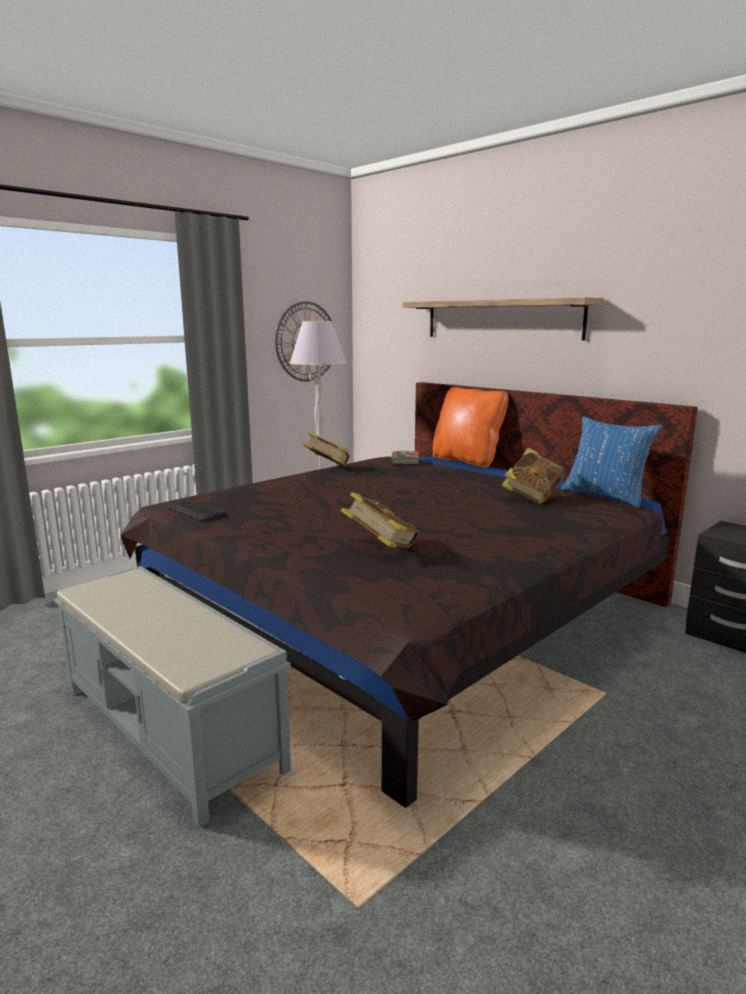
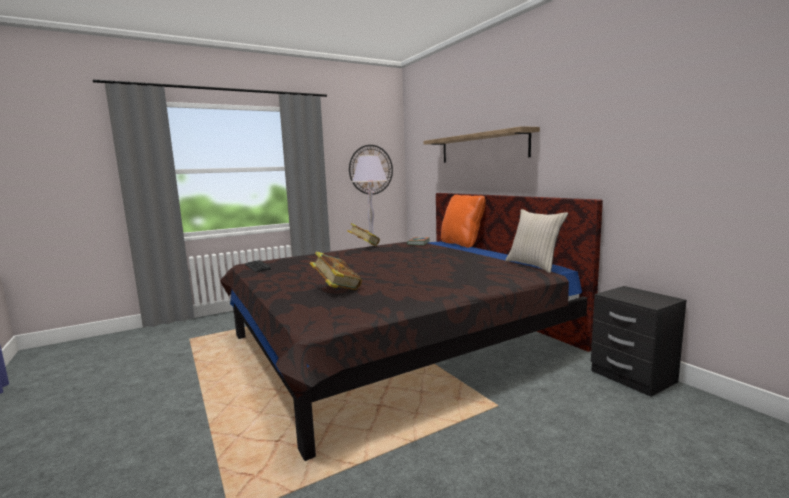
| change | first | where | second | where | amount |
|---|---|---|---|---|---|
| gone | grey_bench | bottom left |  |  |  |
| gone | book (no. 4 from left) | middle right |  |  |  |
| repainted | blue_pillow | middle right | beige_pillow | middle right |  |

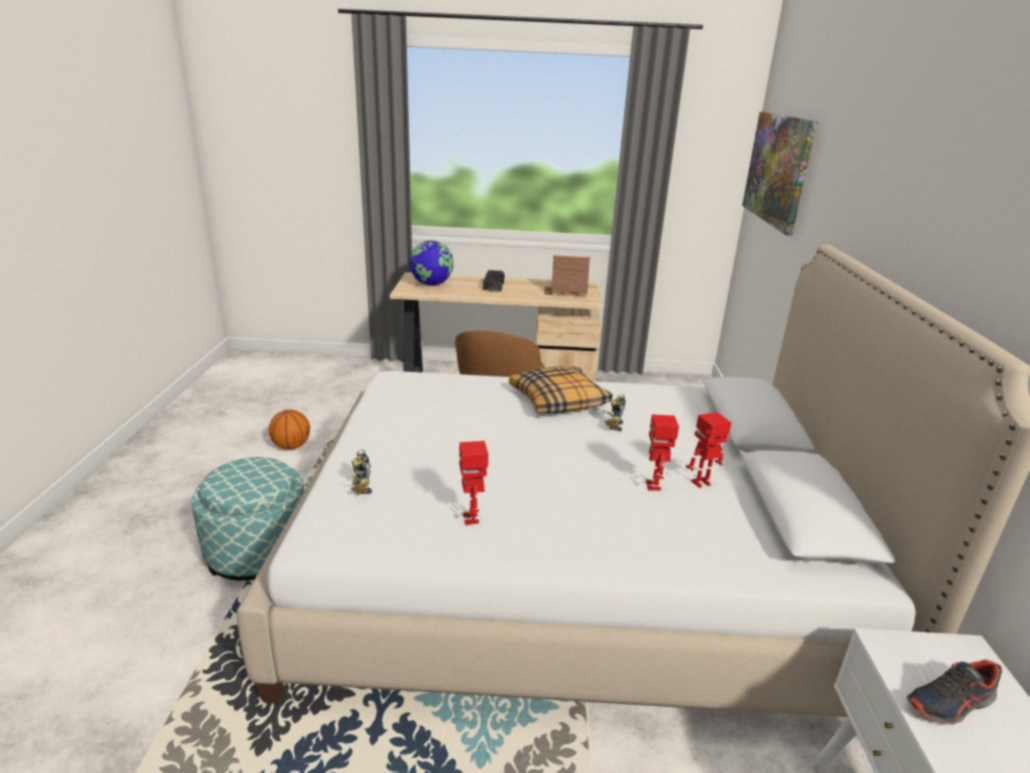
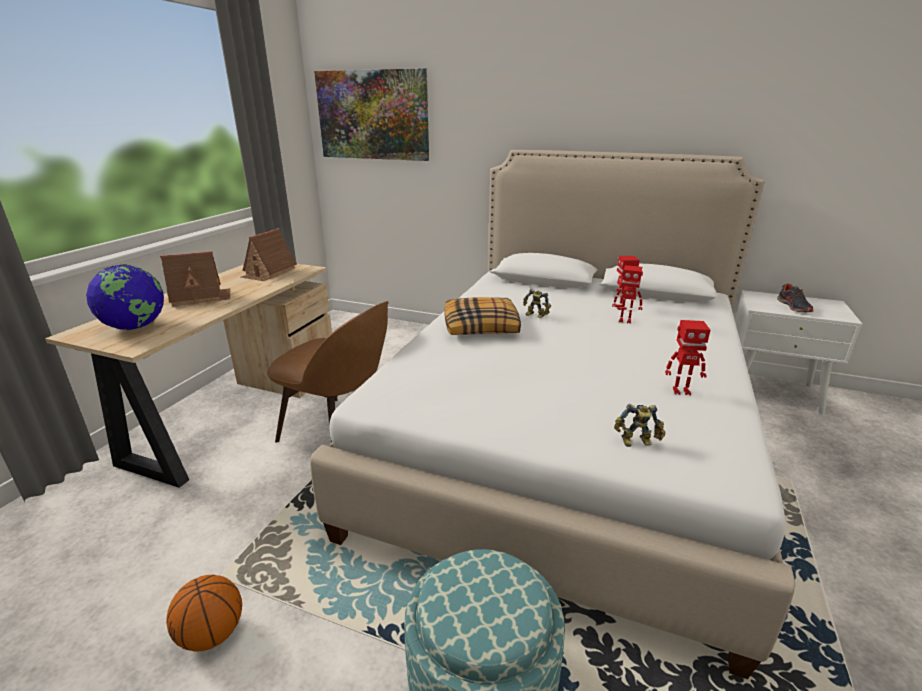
| change | first | where | second | where | amount |
|---|---|---|---|---|---|
| swapped | black_toy_car | centre | toy_house (no. 1 from left) | middle left |  |

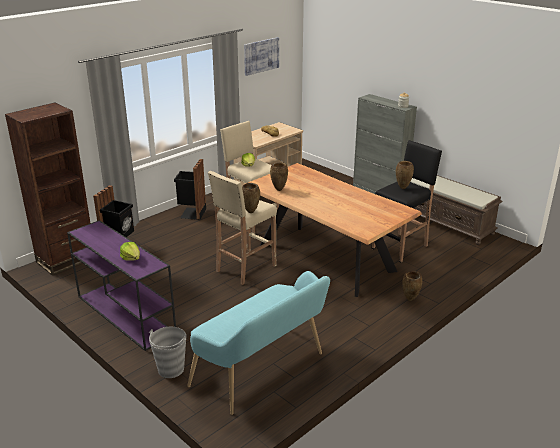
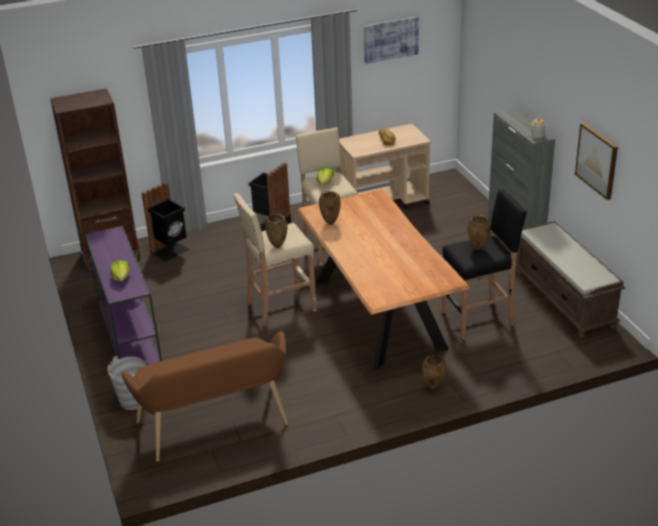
| change | first | where | second | where | amount |
|---|---|---|---|---|---|
| new |  |  | picture (no. 2 from left) | top right |  |
| repainted | turquoise_bench | bottom centre | brown_bench (no. 1 from left) | bottom left |  |

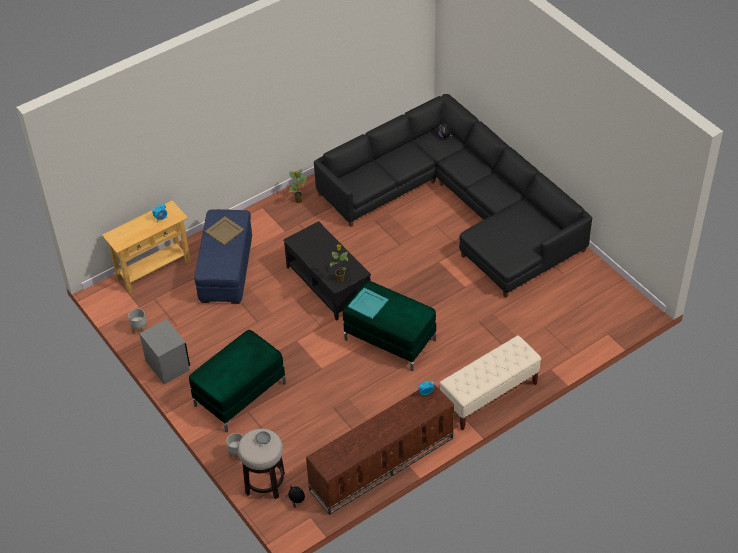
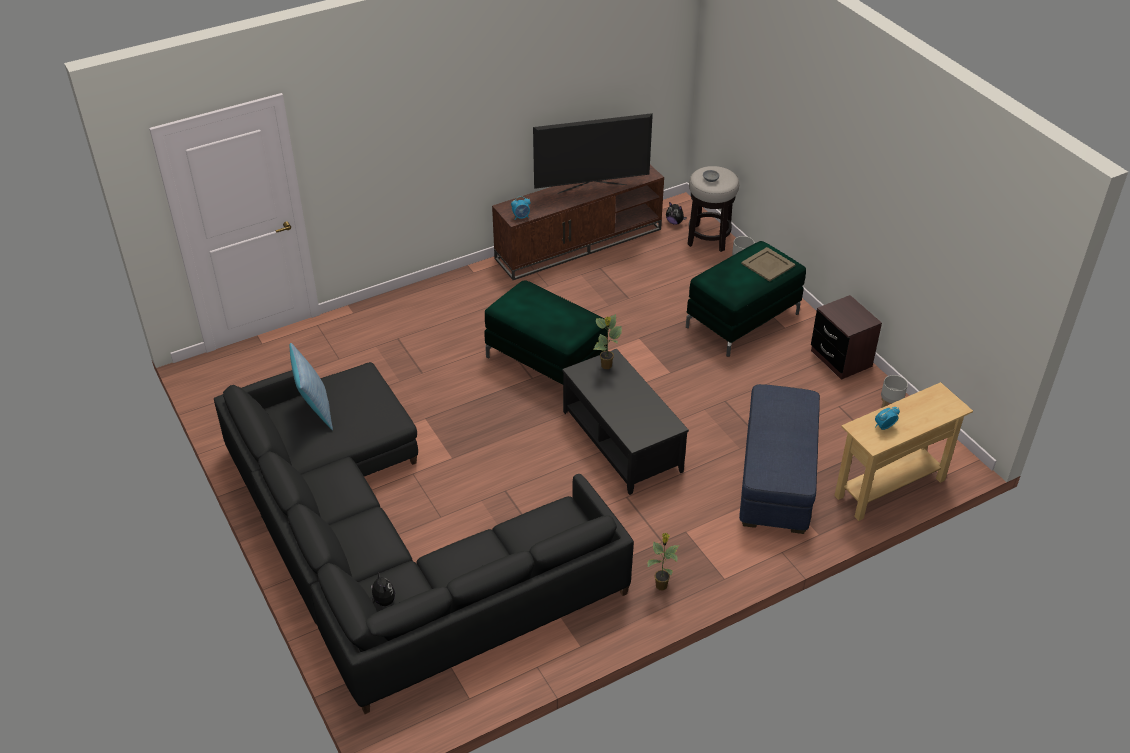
| change | first | where | second | where | amount |
|---|---|---|---|---|---|
| gone | turquoise_tray | centre |  |  |  |
| gone | beige_bench | bottom centre |  |  |  |
| new |  |  | pillow | middle left |  |
| new |  |  | television | top centre |  |
| shifted | beige_tray | middle left |  | middle right |  |
| repainted | grey_nightstand | middle left | brown_nightstand | middle right |  |

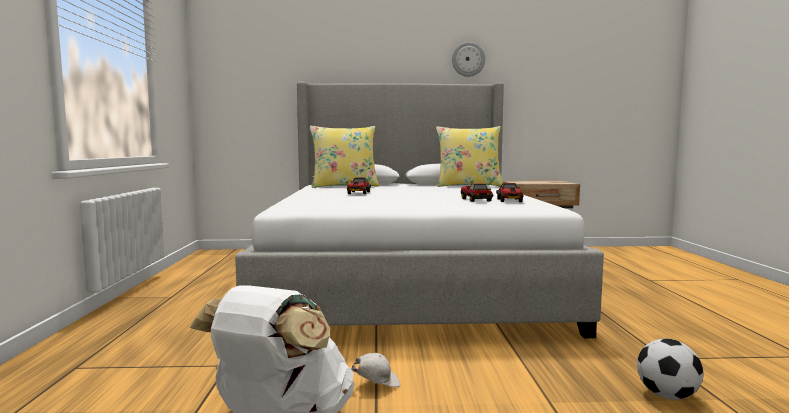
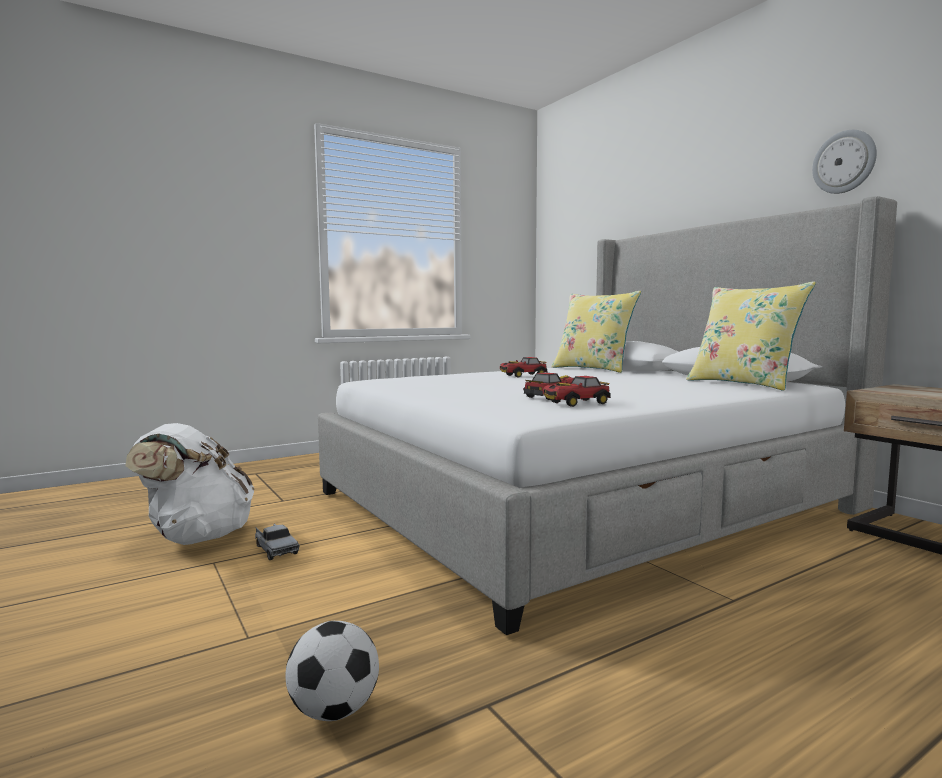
| change | first | where | second | where | amount |
|---|---|---|---|---|---|
| swapped | white_cap | bottom centre | toy_truck | bottom left |  |

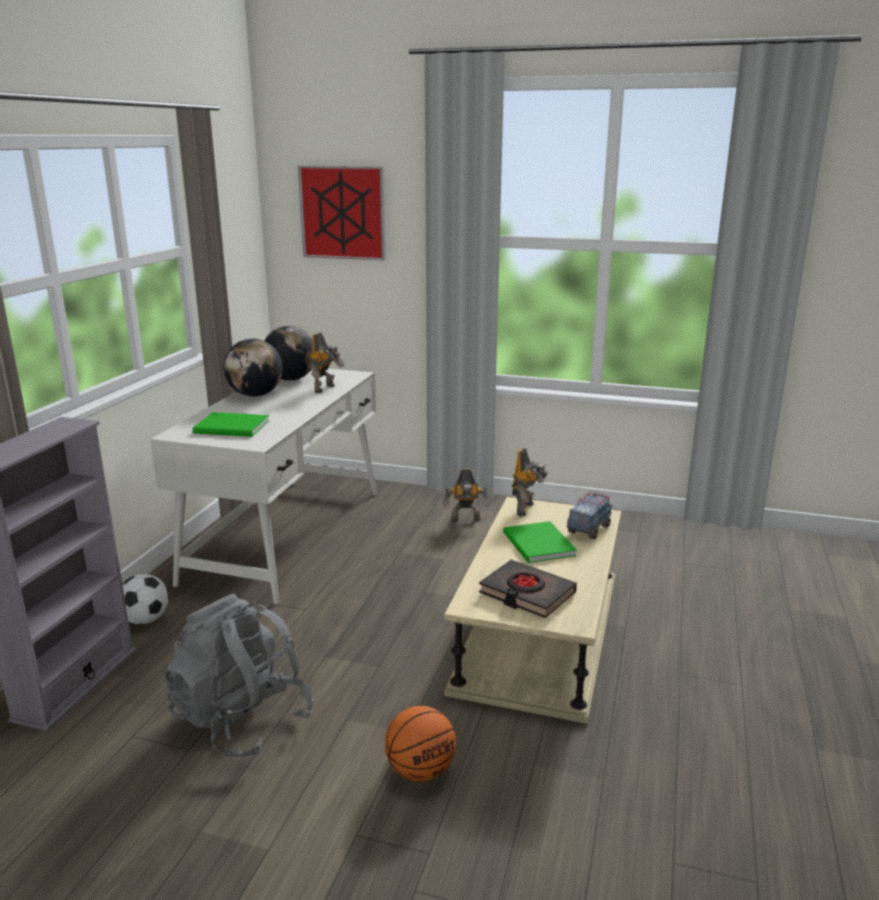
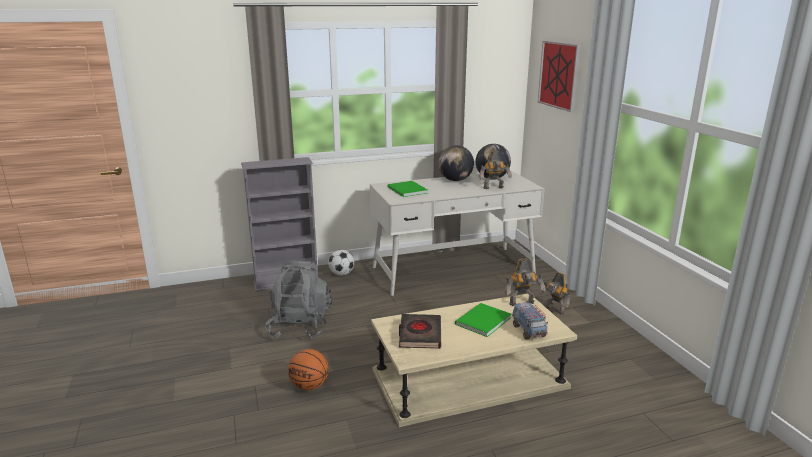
| change | first | where | second | where | amount |
|---|---|---|---|---|---|
| rotated | toy_truck | middle right |  | bottom centre | 75 degrees clockwise |

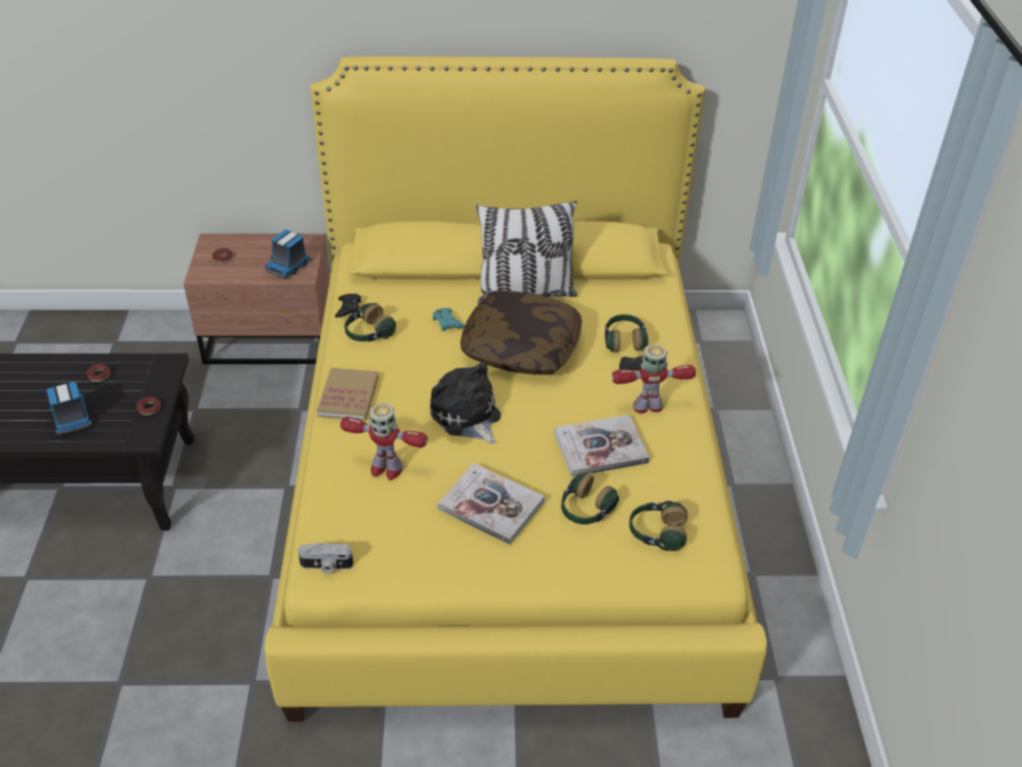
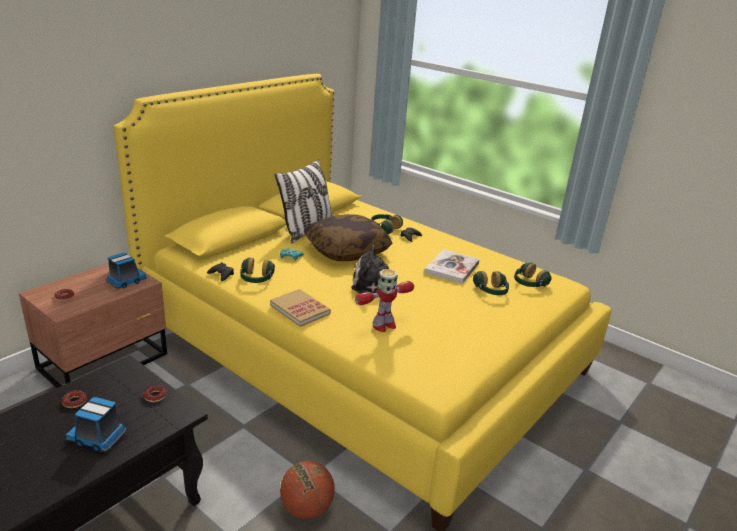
| change | first | where | second | where | amount |
|---|---|---|---|---|---|
| gone | photo_camera | bottom left |  |  |  |
| gone | book (no. 2 from left) | centre |  |  |  |
| gone | toy_robot (no. 2 from left) | centre |  |  |  |
| new |  |  | basketball | bottom centre |  |
| rotated | toy_truck (no. 2 from left) | top left |  | middle left | 120 degrees counterclockwise |

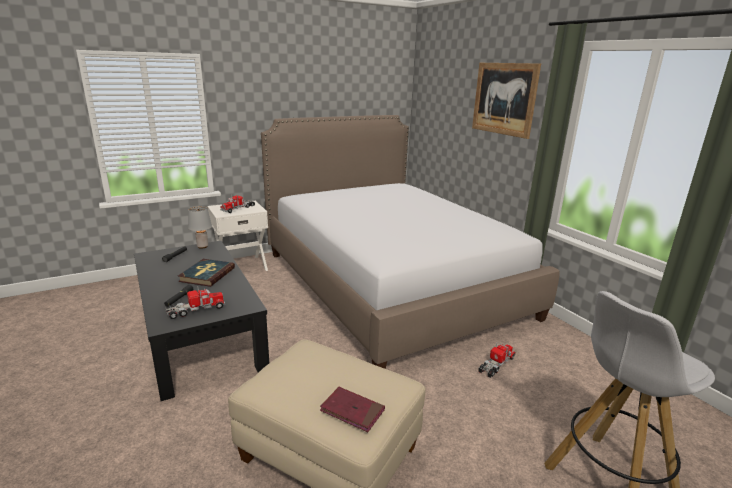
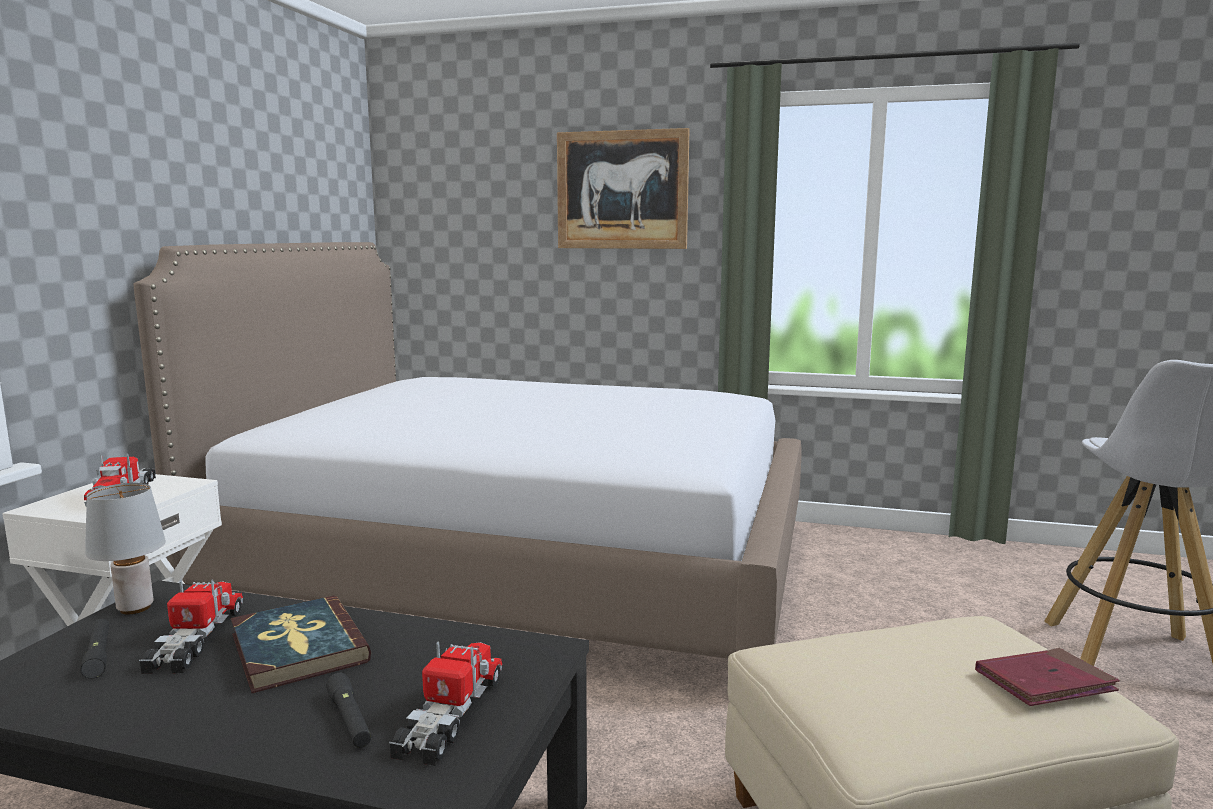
| change | first | where | second | where | amount |
|---|---|---|---|---|---|
| shifted | toy_truck (no. 3 from left in the first image) | bottom right | toy_truck (no. 2 from left) | bottom left |  |

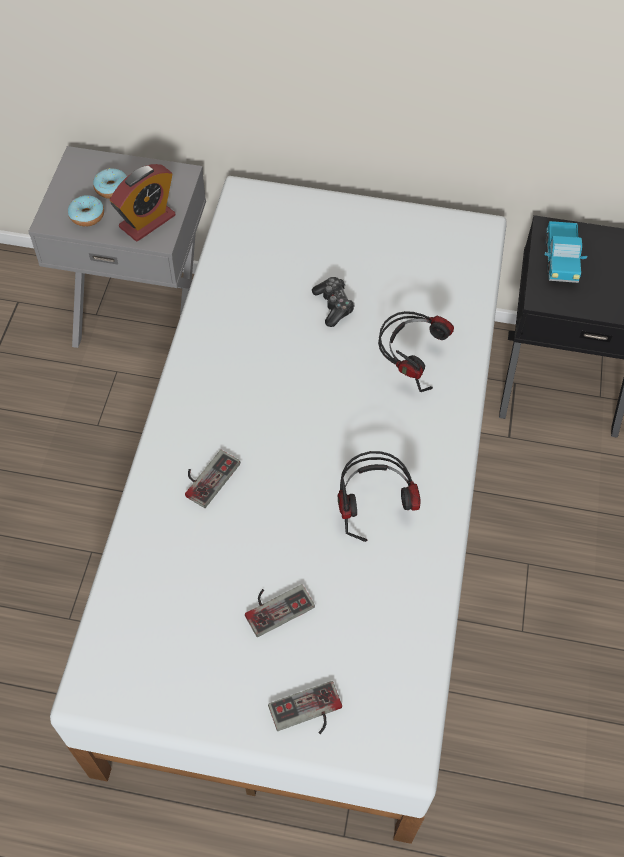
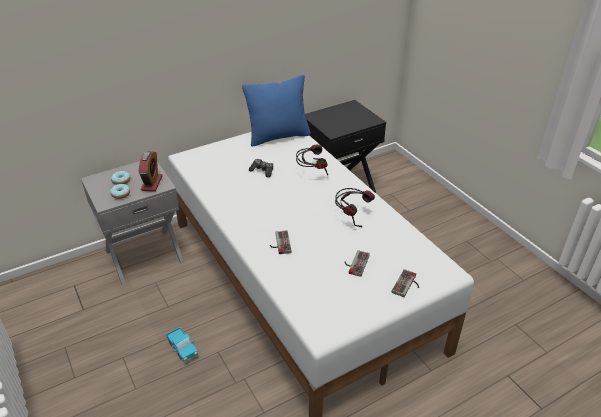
| change | first | where | second | where | amount |
|---|---|---|---|---|---|
| new |  |  | blue_pillow | top centre |  |
| shifted | toy_truck | top right |  | bottom left |  |

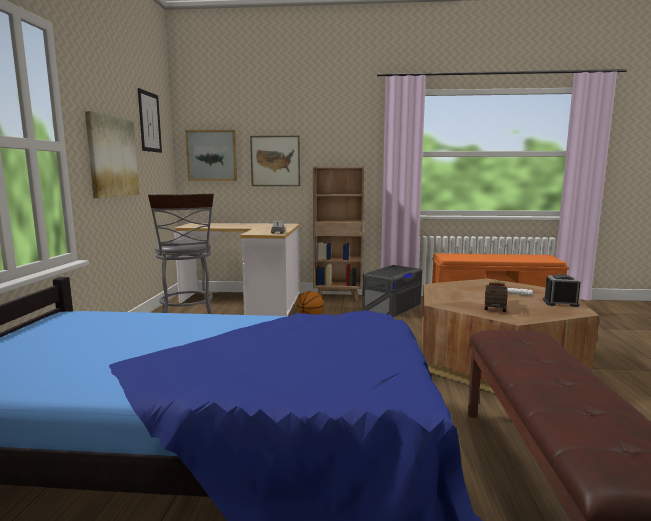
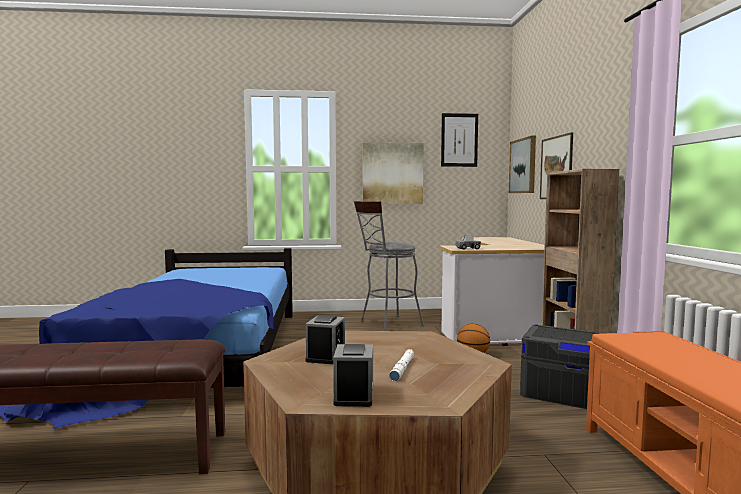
| change | first | where | second | where | amount |
|---|---|---|---|---|---|
| swapped | toy_truck (no. 2 from left) | middle right | alarm_clock (no. 1 from left) | bottom centre |  |

